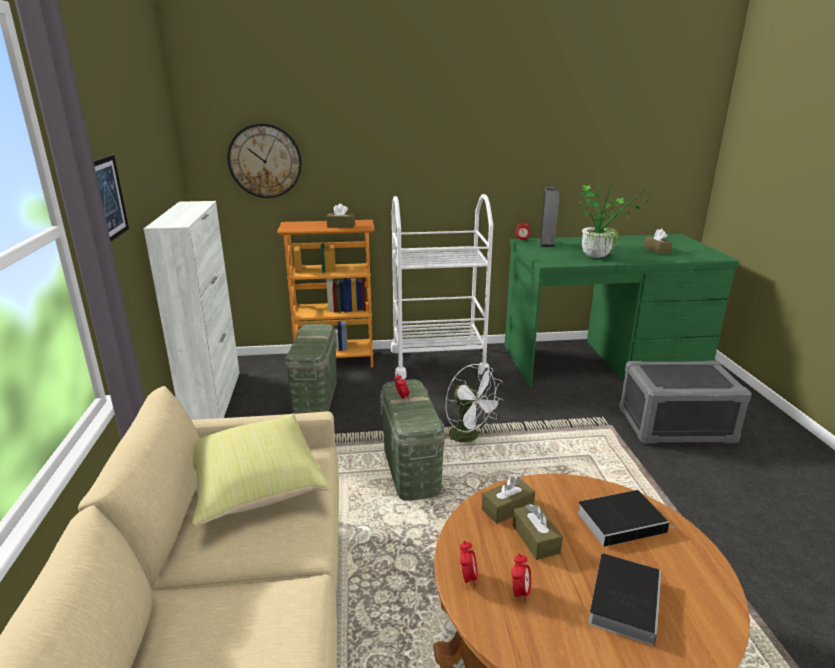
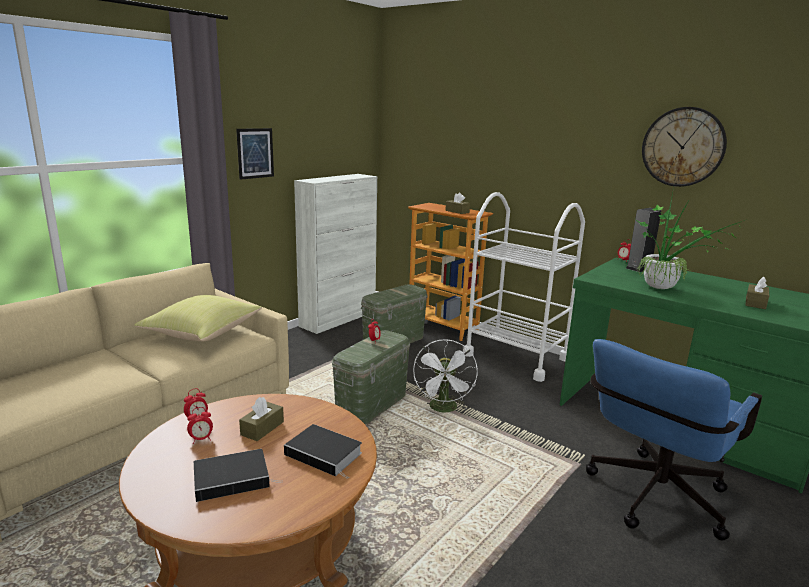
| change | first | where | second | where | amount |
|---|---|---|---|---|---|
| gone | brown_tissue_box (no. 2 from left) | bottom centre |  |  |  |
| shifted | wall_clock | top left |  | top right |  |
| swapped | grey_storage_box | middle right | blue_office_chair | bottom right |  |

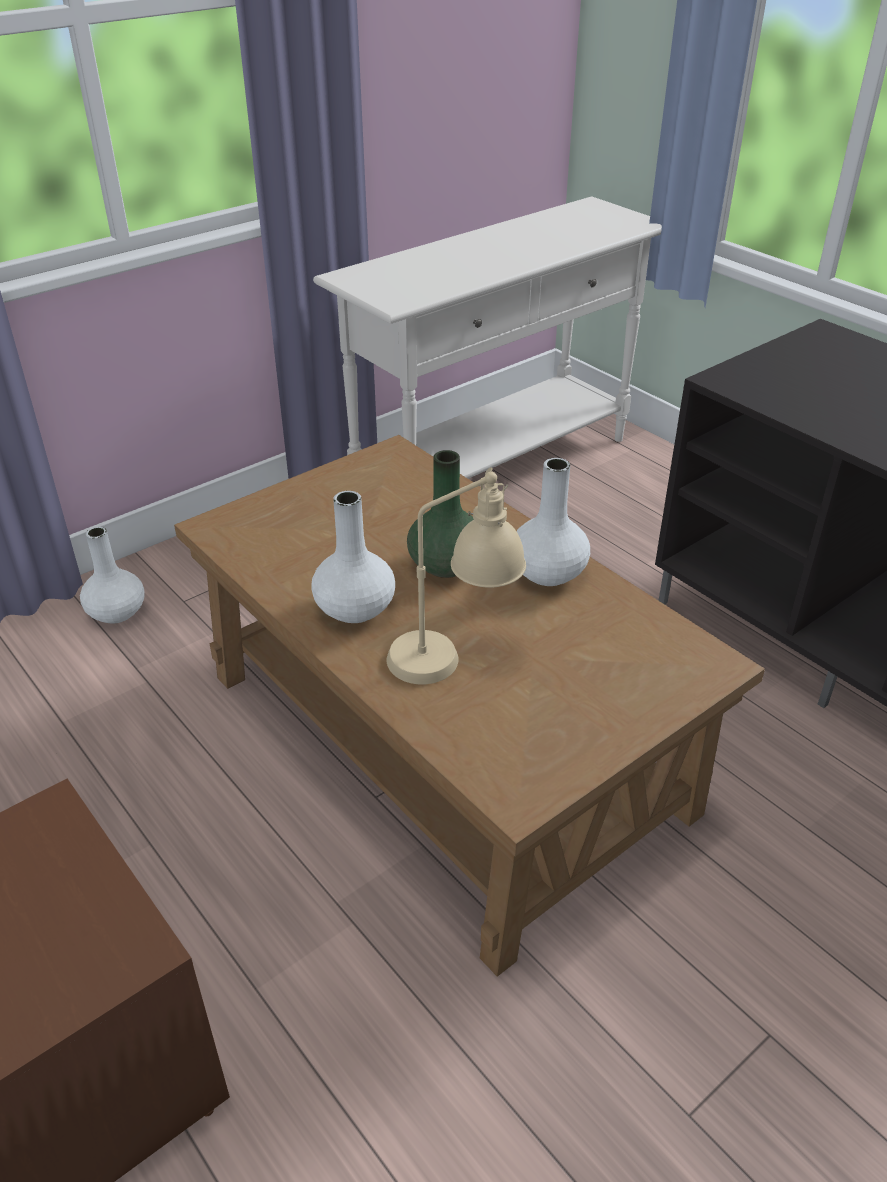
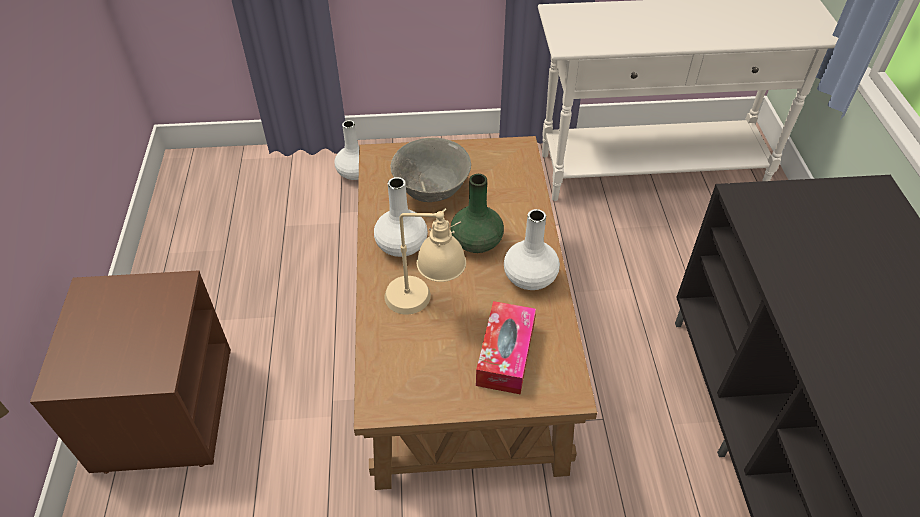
| change | first | where | second | where | amount |
|---|---|---|---|---|---|
| new |  |  | grey_bowl | top centre |  |
| new |  |  | tissue_box | bottom centre |  |

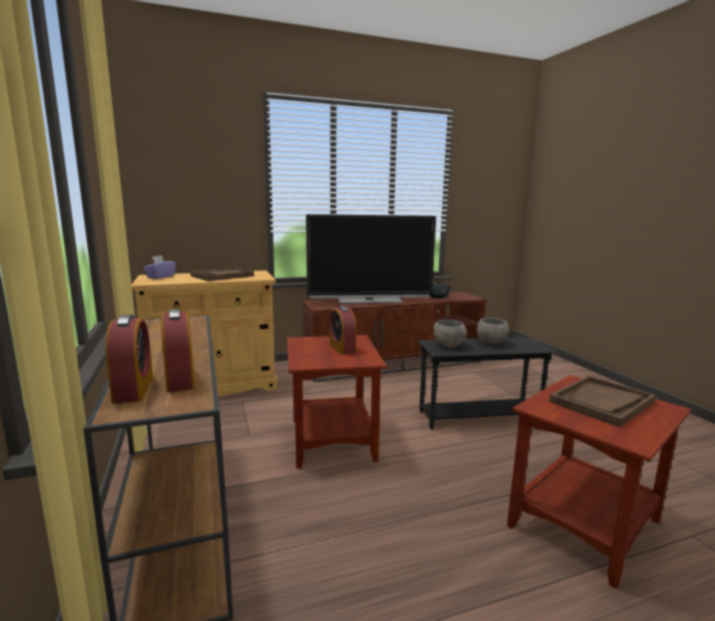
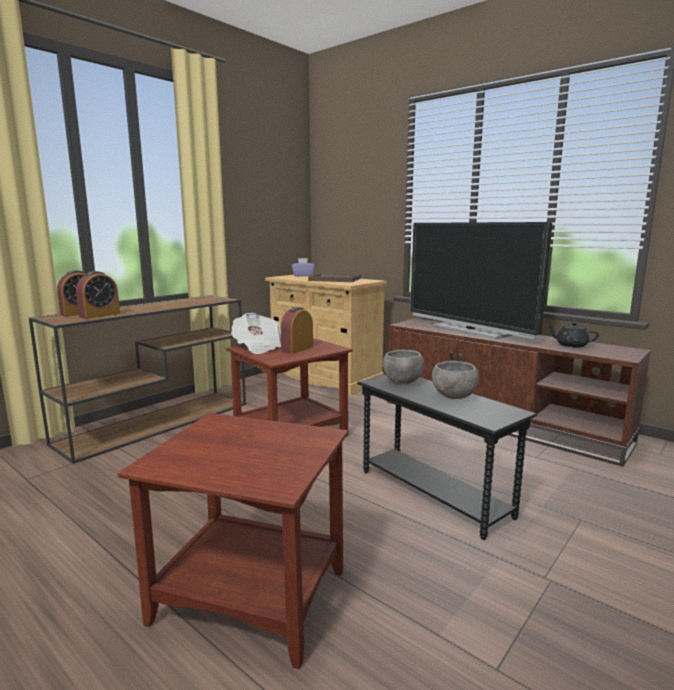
| change | first | where | second | where | amount |
|---|---|---|---|---|---|
| gone | brown_tray (no. 2 from left) | middle right |  |  |  |
| new |  |  | newspaper | centre |  |

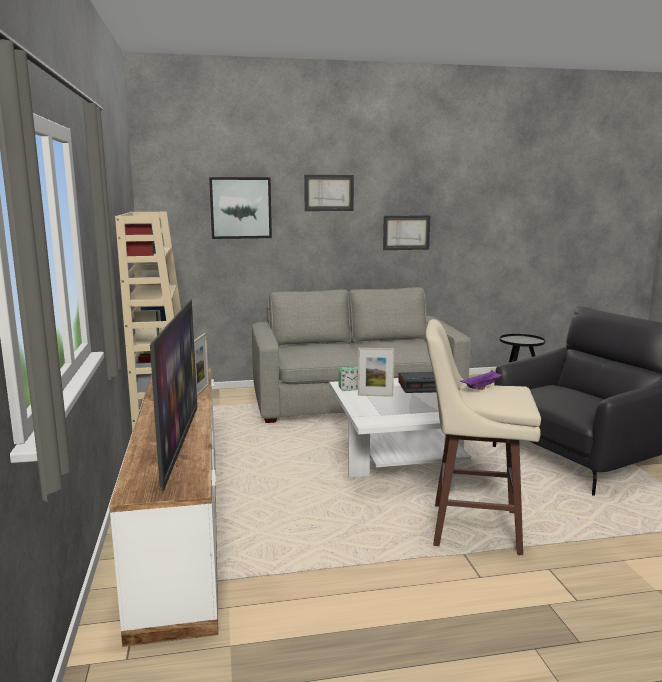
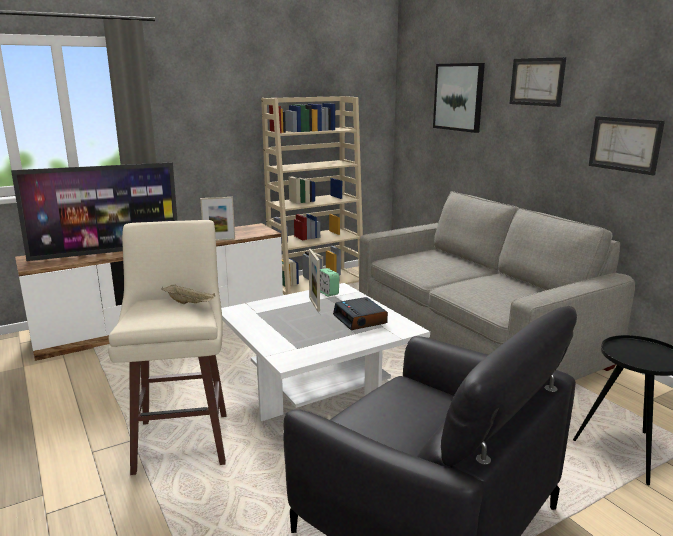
| change | first | where | second | where | amount |
|---|---|---|---|---|---|
| repainted | purple_tray | middle right | beige_tray | middle left |  |

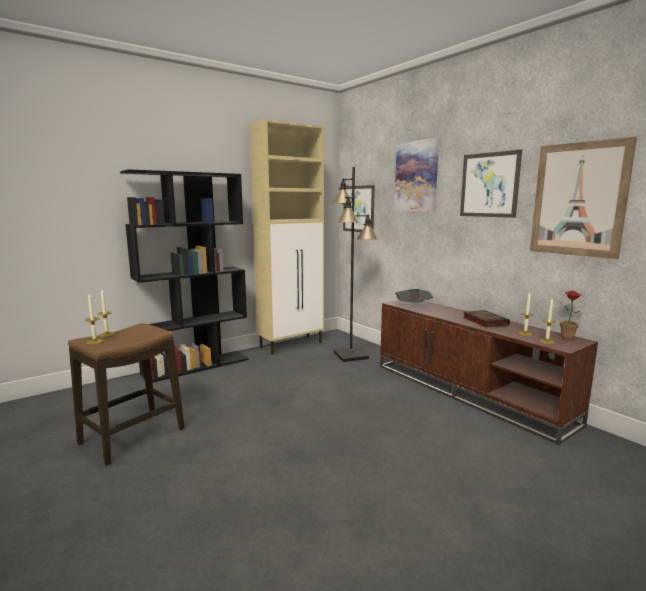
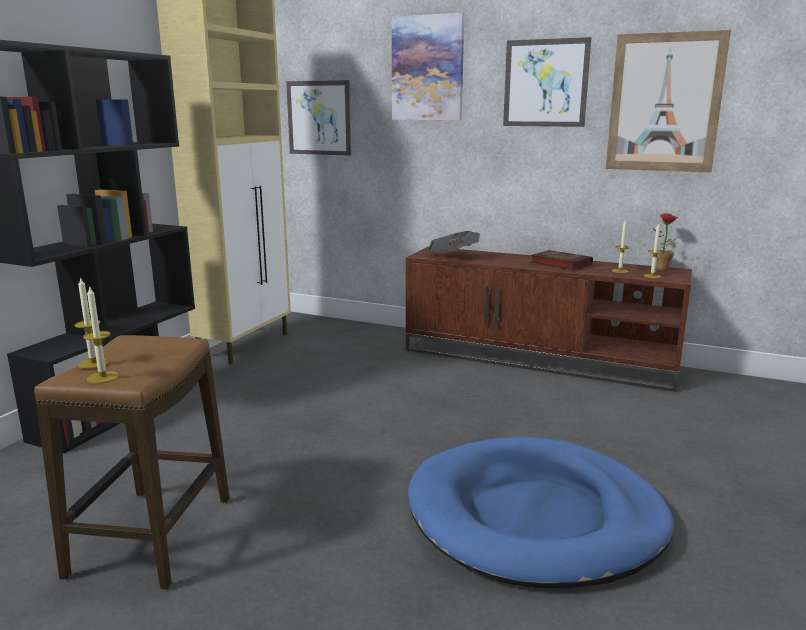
| change | first | where | second | where | amount |
|---|---|---|---|---|---|
| gone | black_floor_lamp | centre |  |  |  |
| new |  |  | blue_dog_bed | bottom right |  |

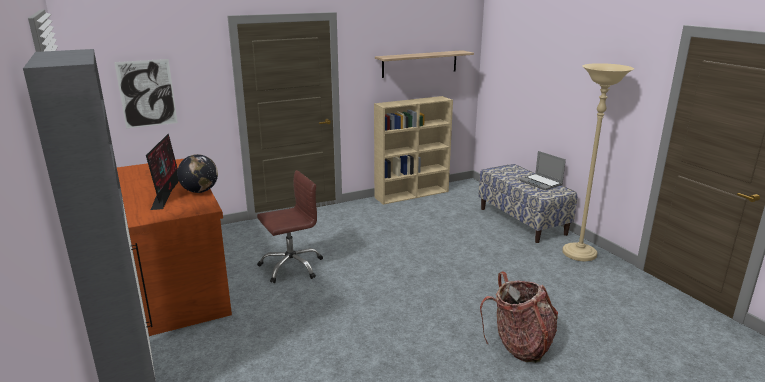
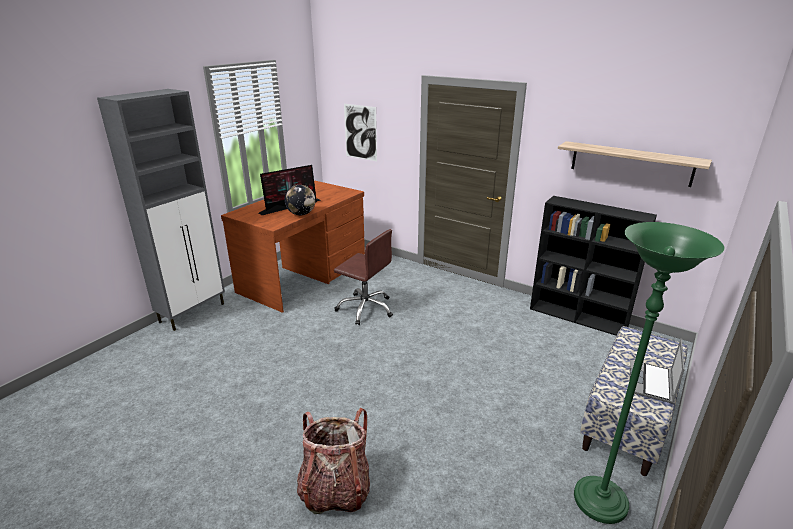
| change | first | where | second | where | amount |
|---|---|---|---|---|---|
| repainted | beige_bookcase | centre | black_bookcase | middle right |  |
| repainted | beige_floor_lamp | middle right | green_floor_lamp | bottom right |  |

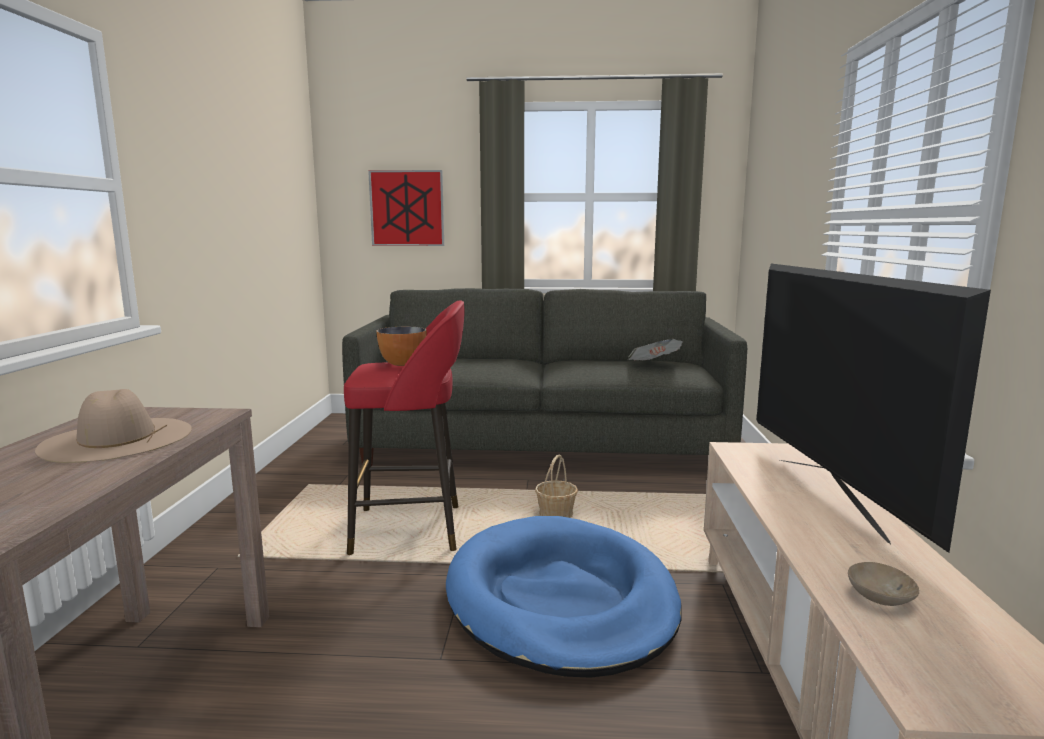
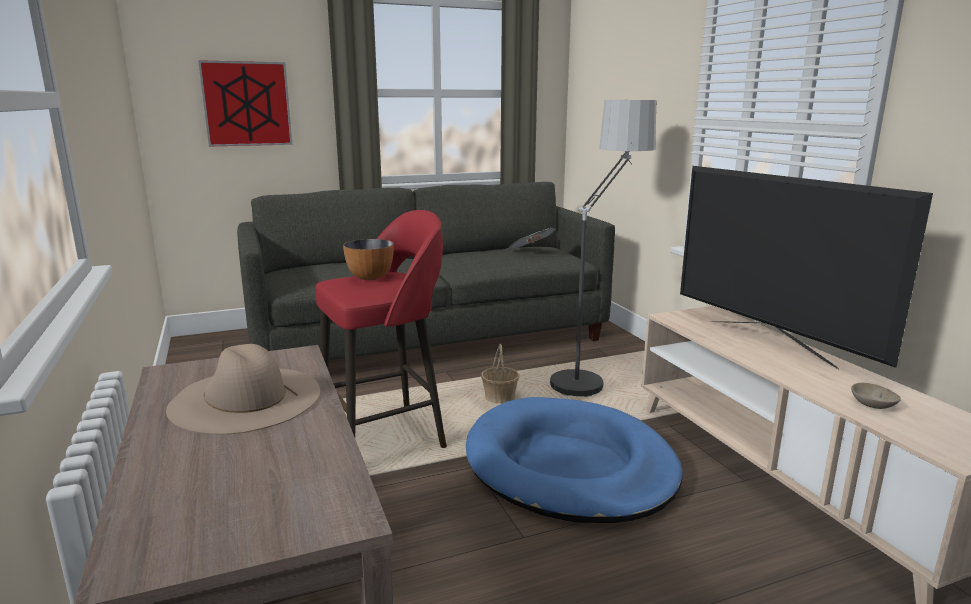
| change | first | where | second | where | amount |
|---|---|---|---|---|---|
| new |  |  | floor_lamp | centre |  |

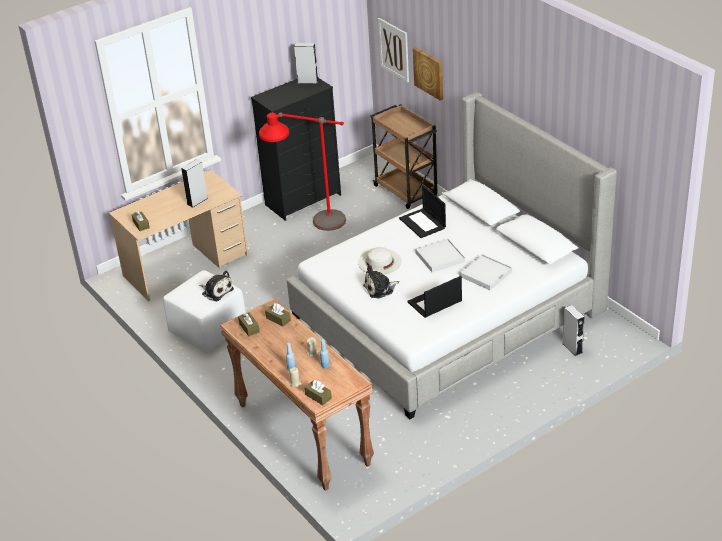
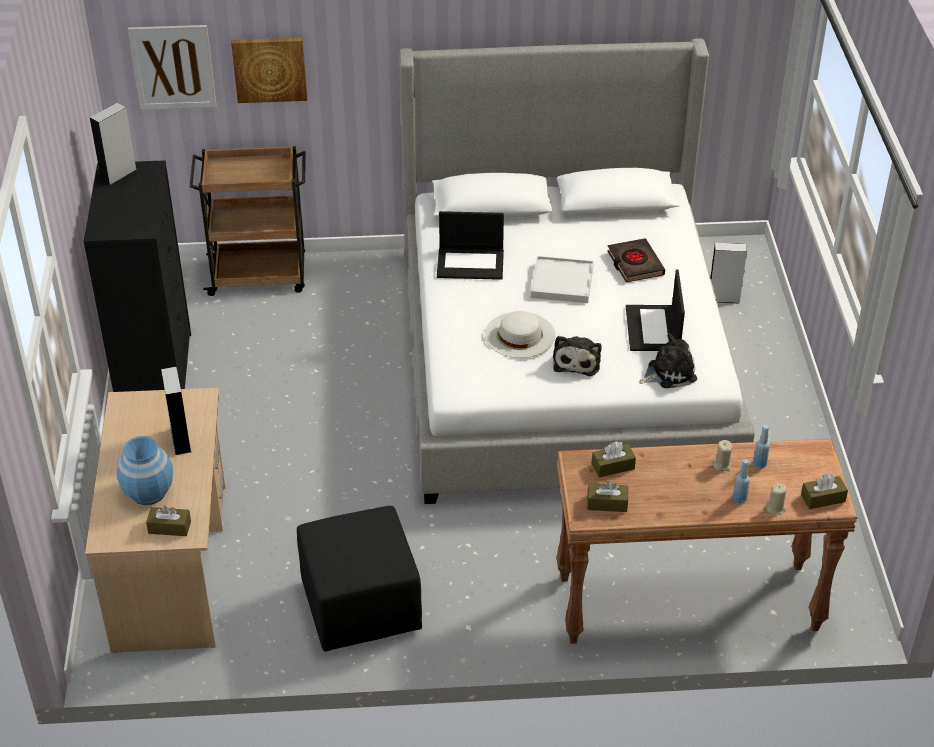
| change | first | where | second | where | amount |
|---|---|---|---|---|---|
| gone | red_floor_lamp | top centre |  |  |  |
| new |  |  | blue_vase | middle left |  |
| shifted | plush_toy (no. 1 from left in the first image) | middle left | plush_toy (no. 2 from left) | middle right |  |
| swapped | white_tray (no. 2 from left) | middle right | black_book | middle right |  |
| repainted | white_ottoman | middle left | black_ottoman | bottom centre |  |

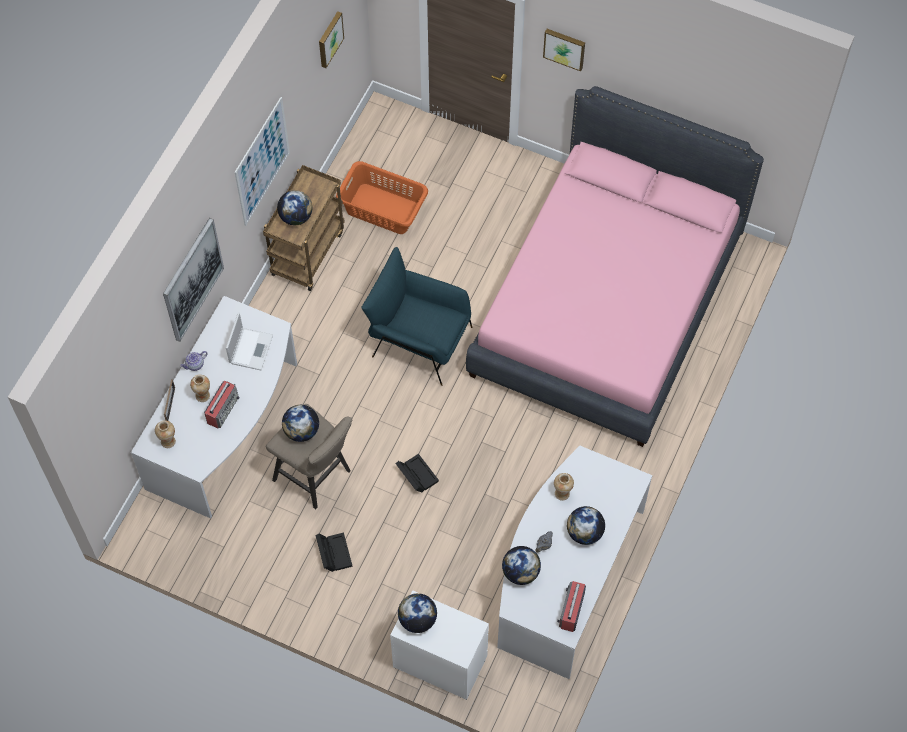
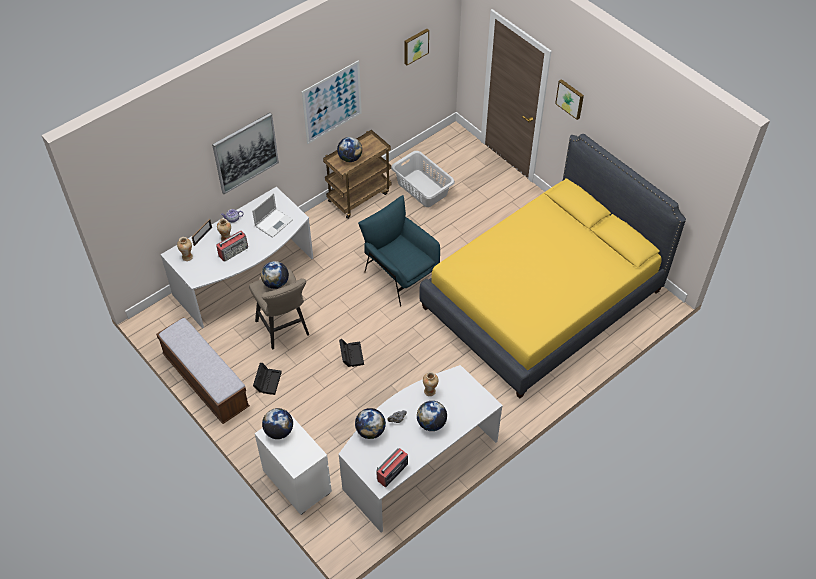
| change | first | where | second | where | amount |
|---|---|---|---|---|---|
| new |  |  | bench | middle left |  |
| repainted | orange_laundry_basket | top centre | grey_laundry_basket | top centre |  |
| repainted | pink_bed | middle right | yellow_bed | middle right |  |

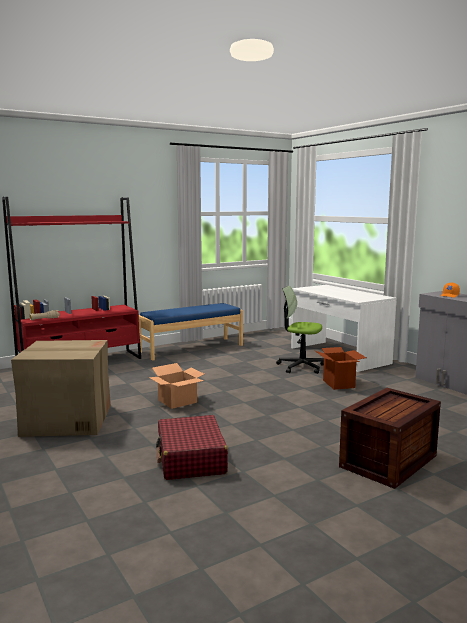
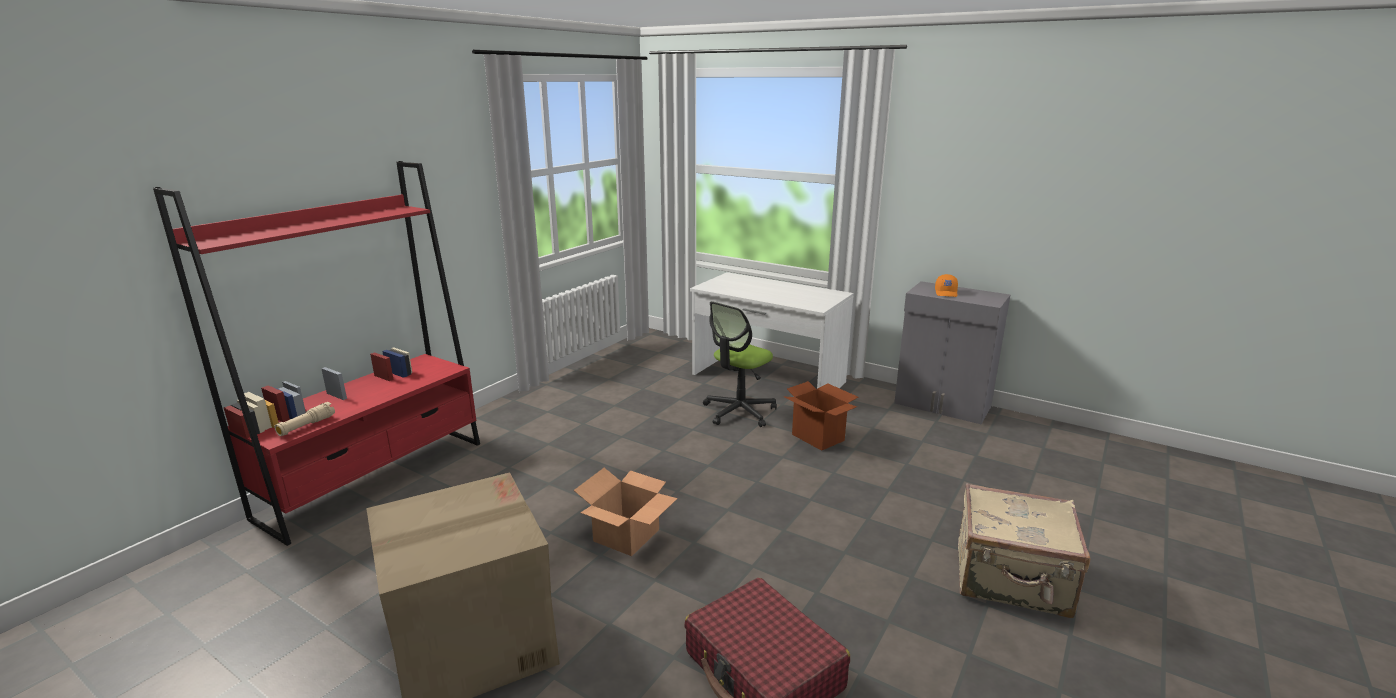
| change | first | where | second | where | amount |
|---|---|---|---|---|---|
| gone | blue_bench | centre |  |  |  |
| swapped | crate | bottom right | beige_suitcase | bottom right |  |
| rotated | office_chair | centre |  | centre | 45 degrees counterclockwise |

